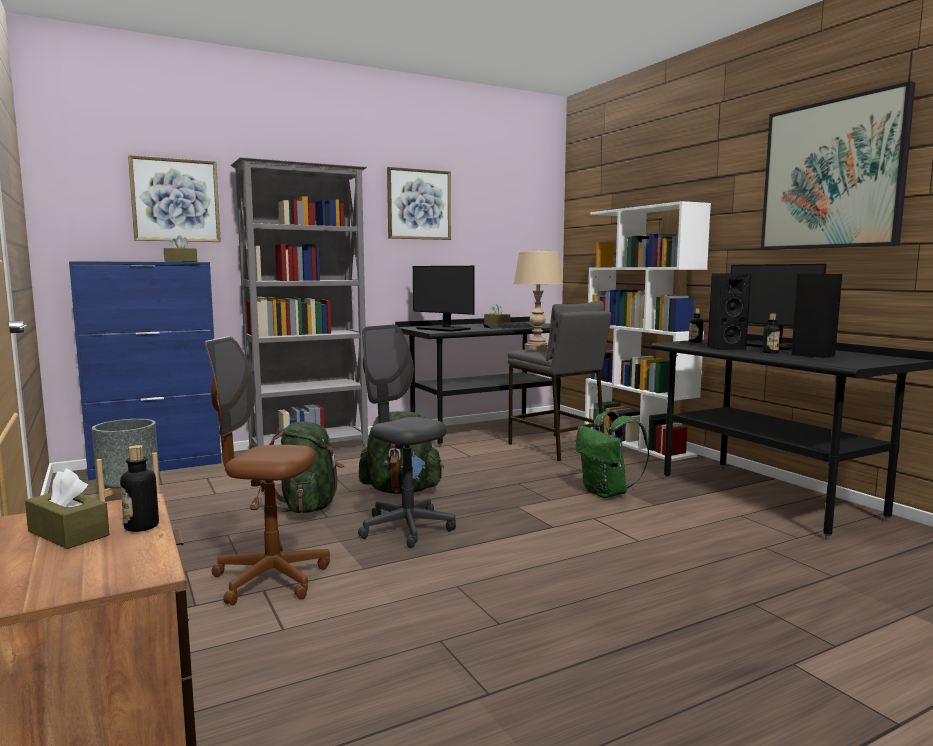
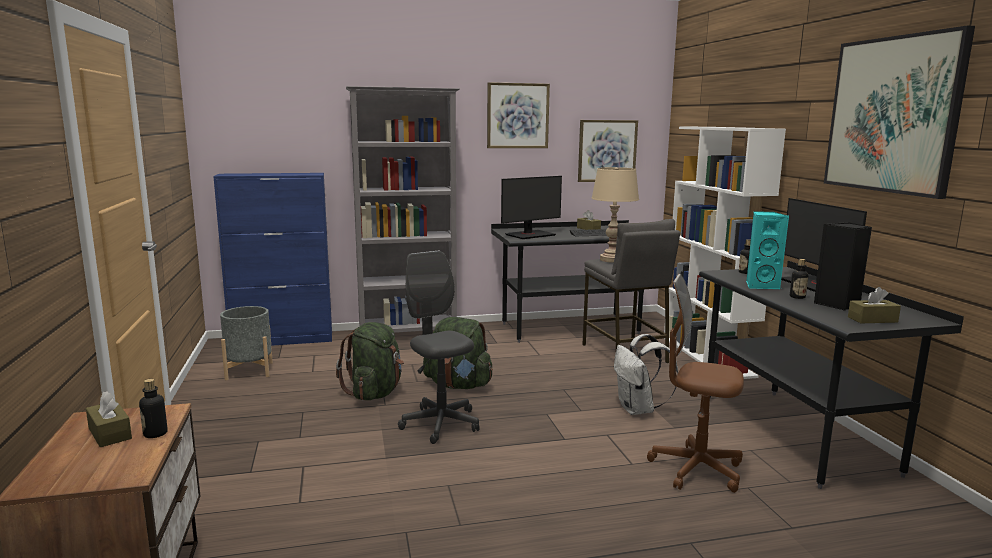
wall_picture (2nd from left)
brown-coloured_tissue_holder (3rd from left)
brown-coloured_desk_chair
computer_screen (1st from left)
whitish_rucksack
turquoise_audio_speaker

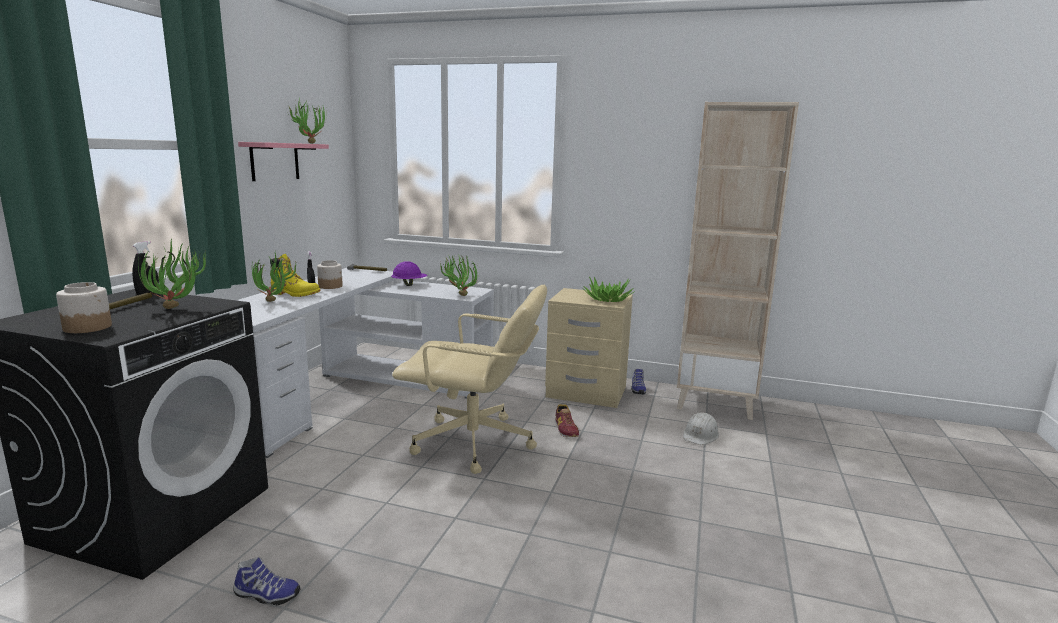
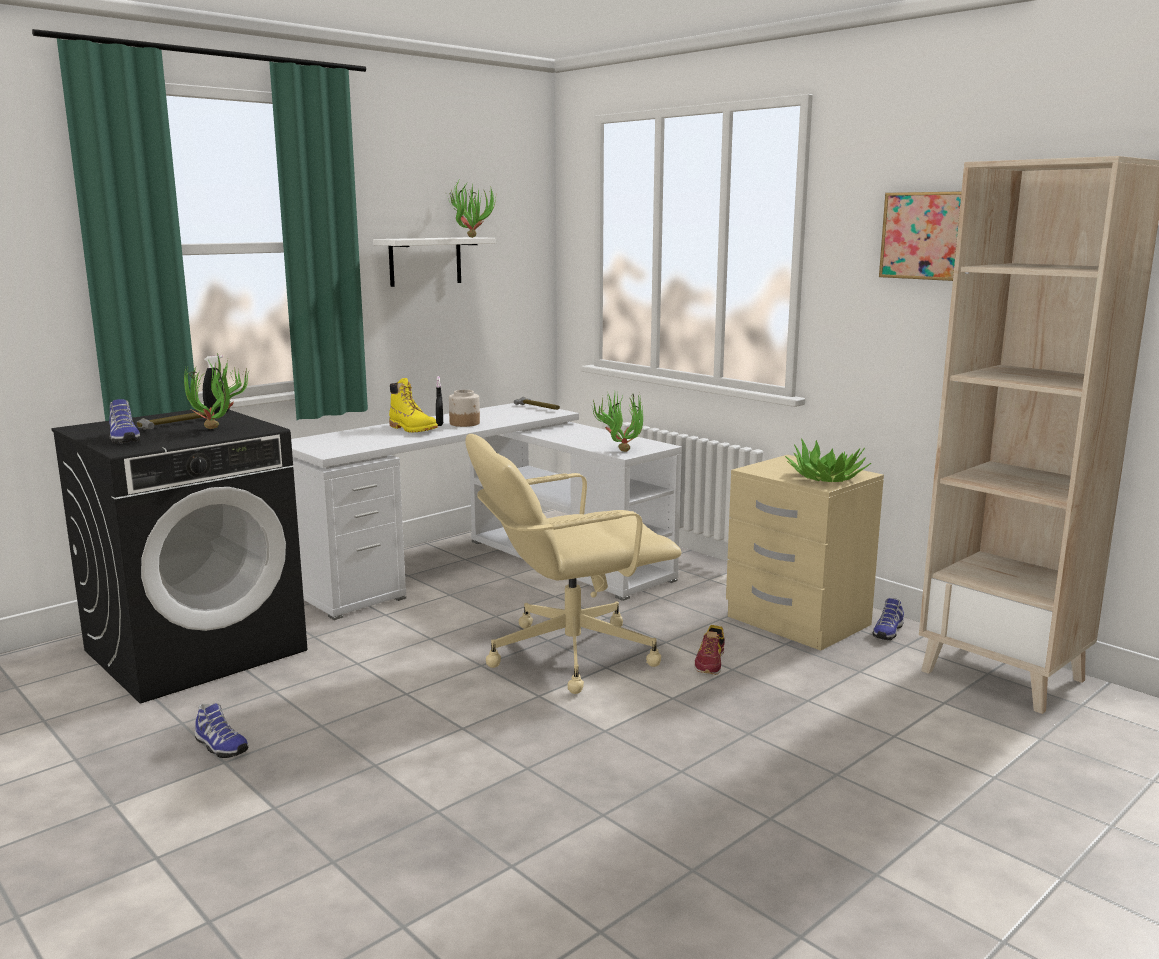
item_of_footwear (1st from left)
whitish_bracket_shelf
plant_in_a_pot (2nd from left in the first image)
purplish_safety_helmet
beige_desk_chair
whitish_safety_helmet
wall_picture

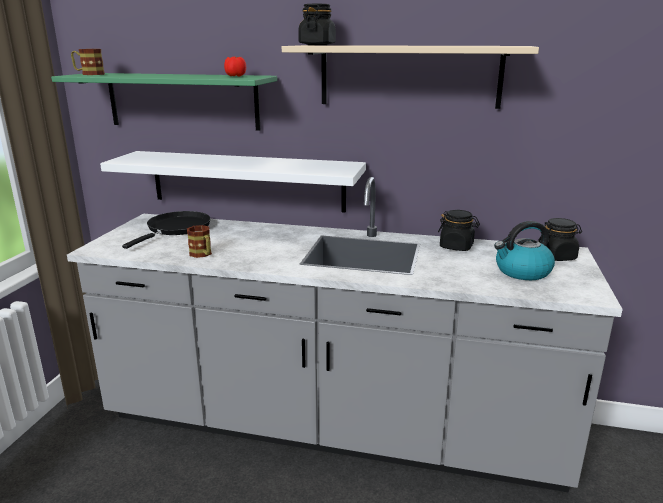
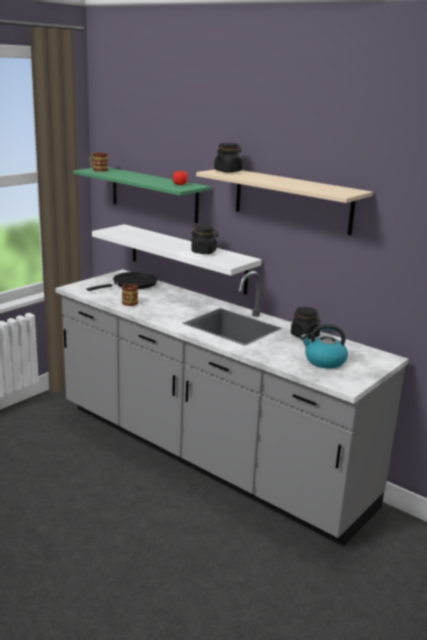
blackish_storage_jar (1st from left)

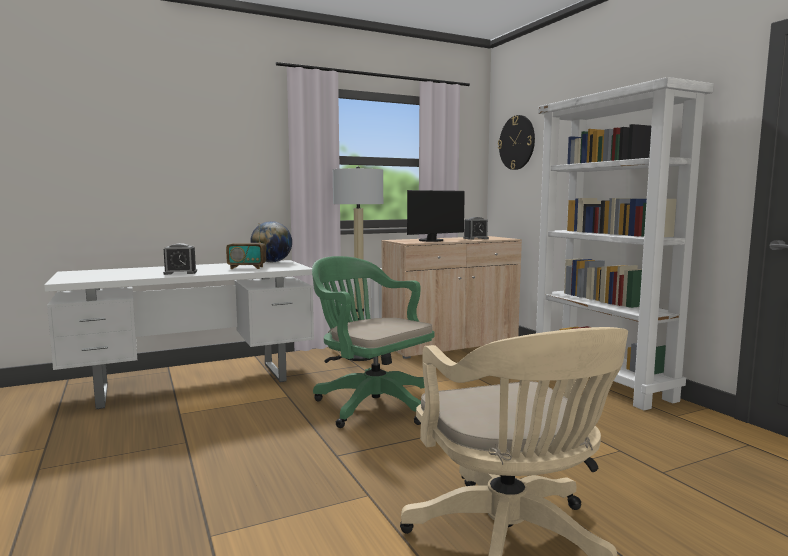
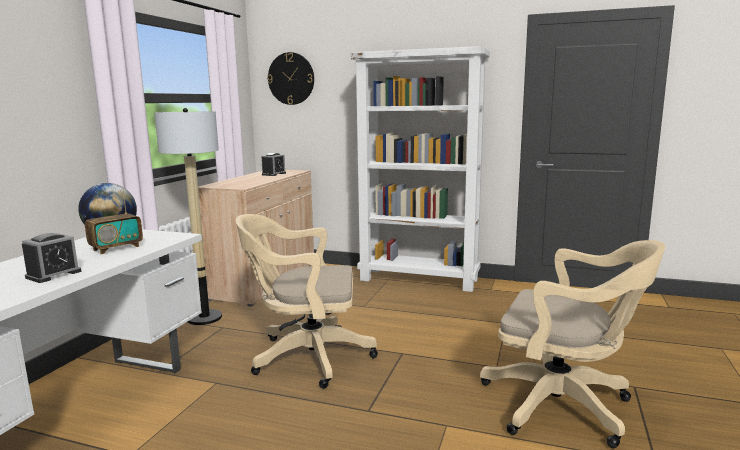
beige_desk_chair (1st from left)
computer_screen

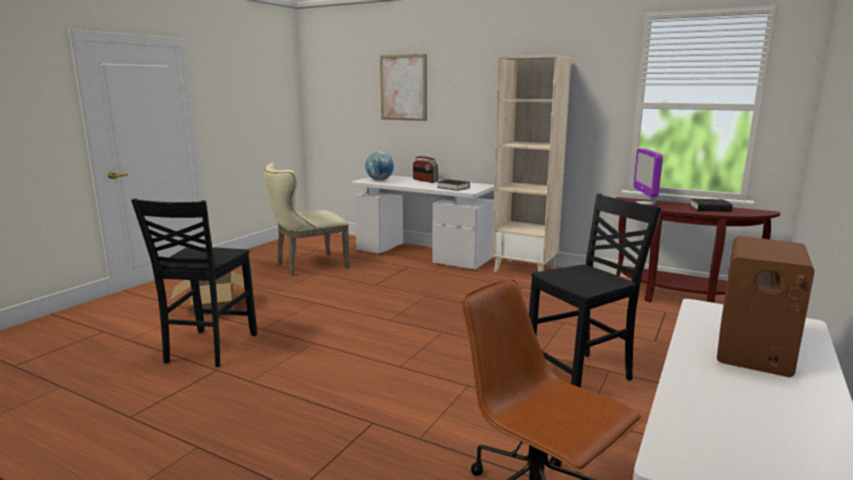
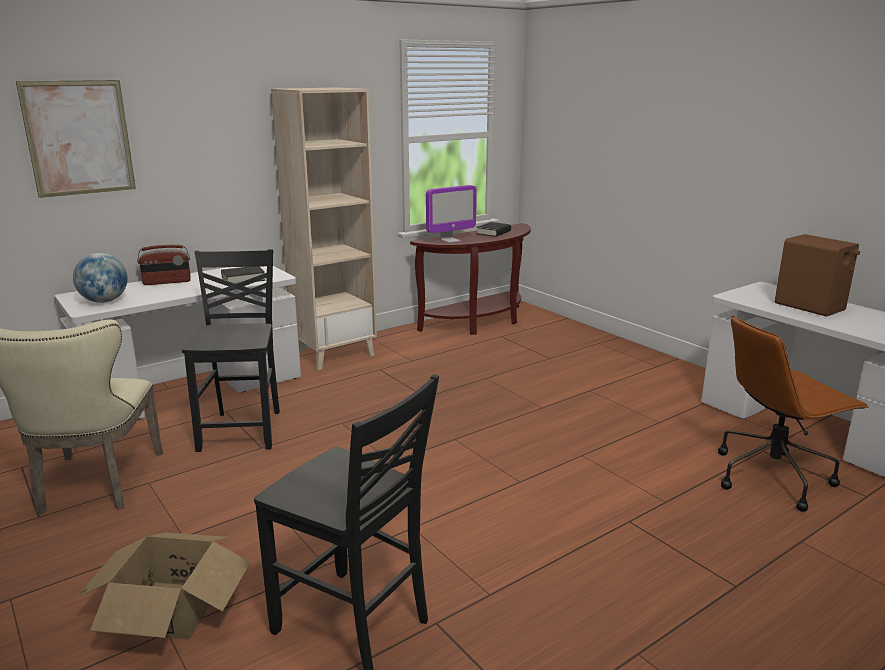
blackish_chair (1st from left)
computer_screen

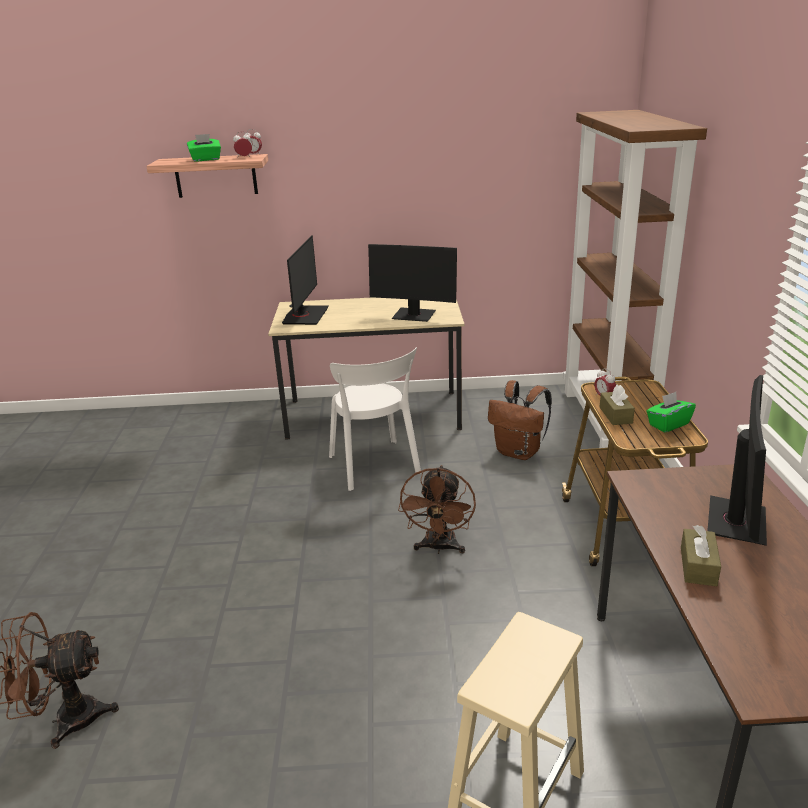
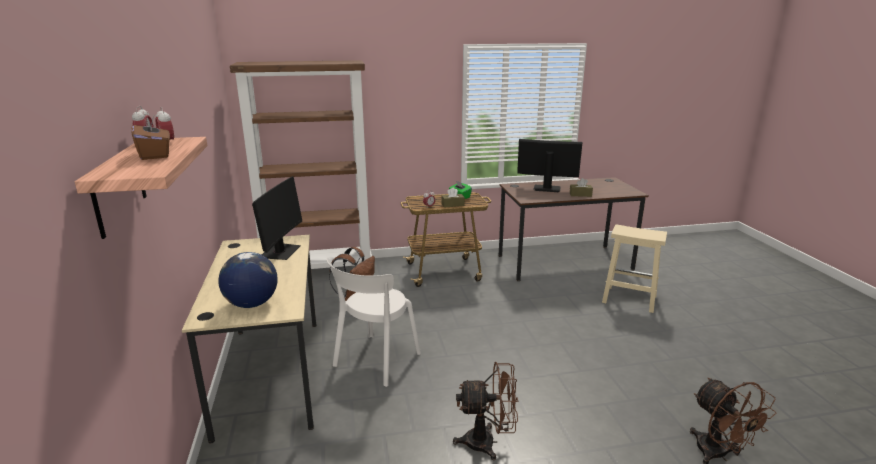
brown-coloured_tissue_holder (1st from left)
world_globe
whitish_chair
brown-coloured_cooling_fan (1st from left)

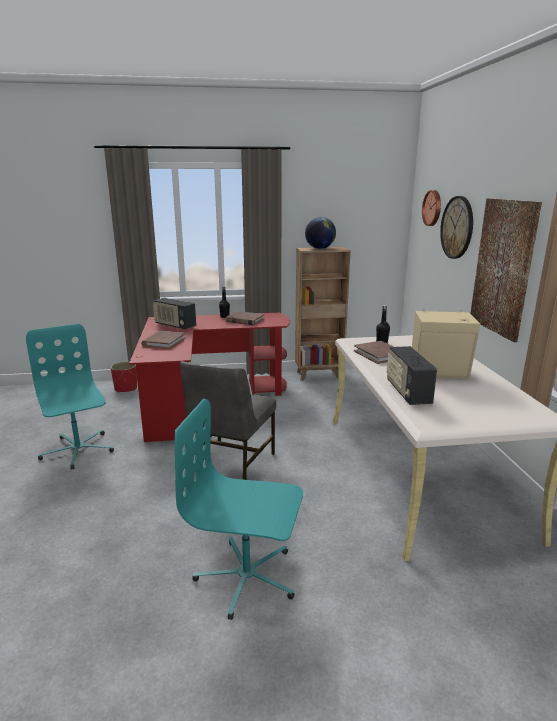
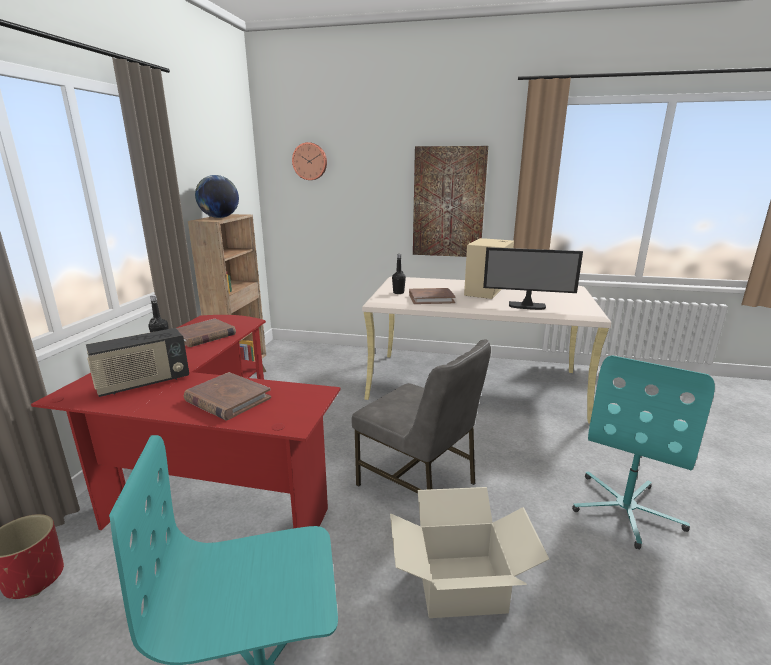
computer_screen
wall_clock (2nd from left in the first image)
cardboard_box

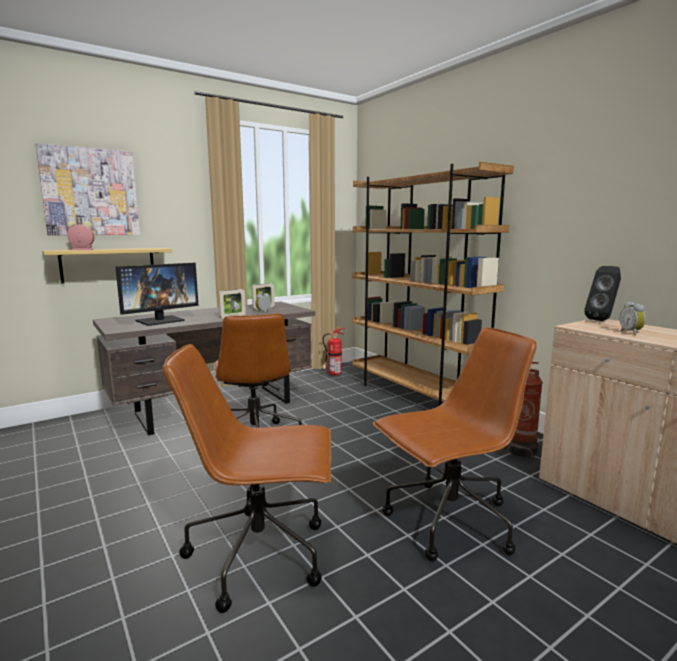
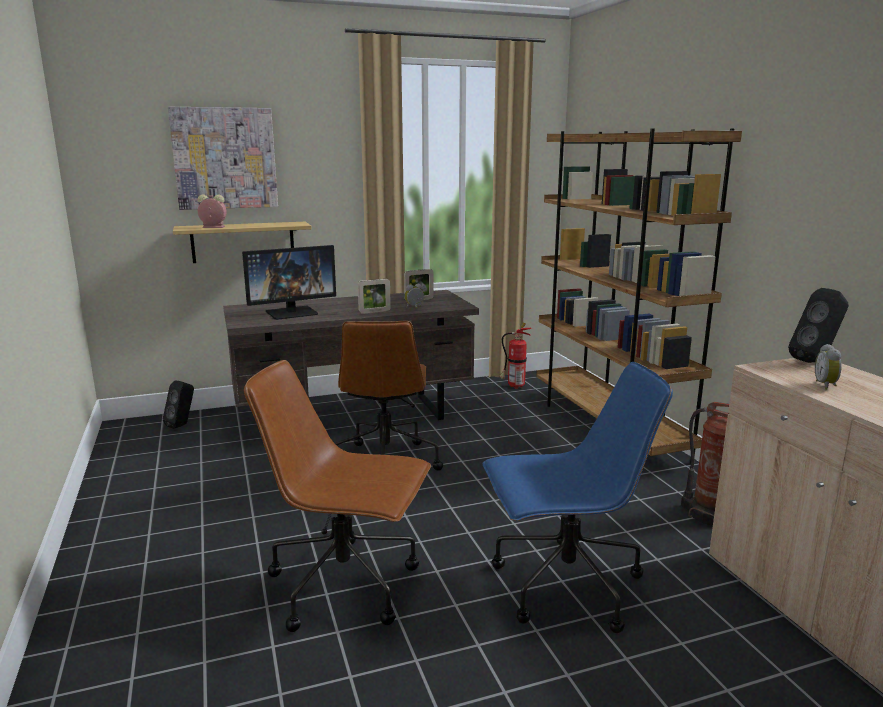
blue_desk_chair
blackish_audio_speaker (1st from left)

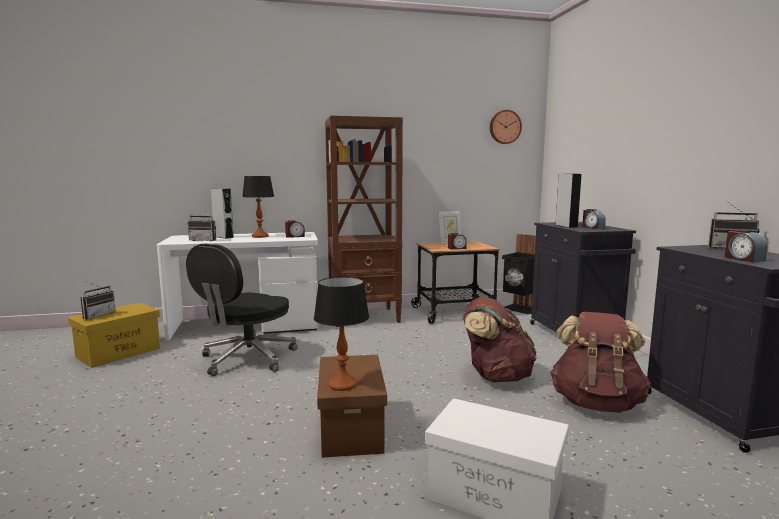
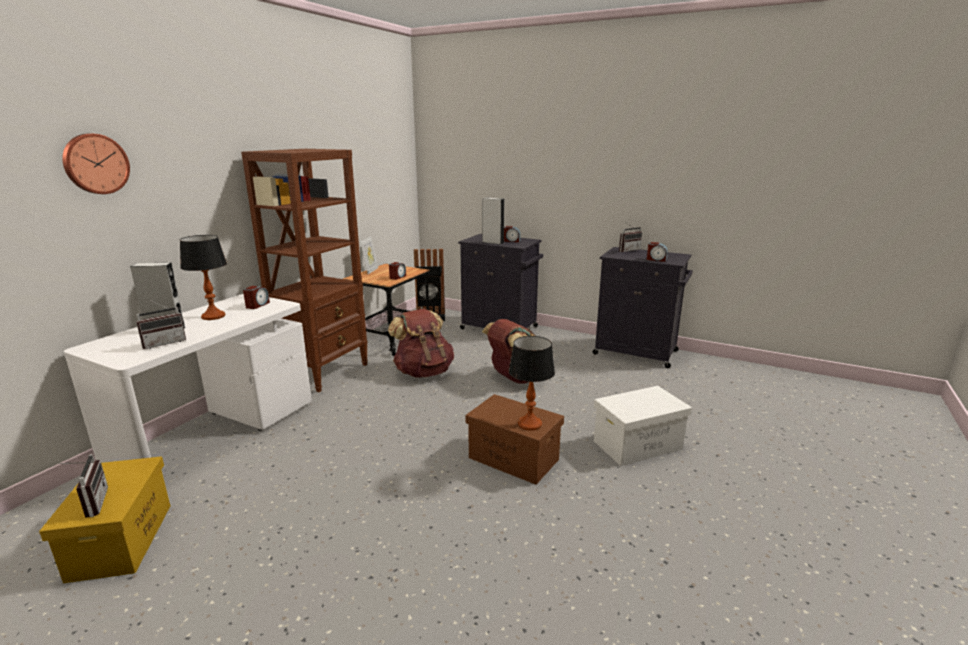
blackish_desk_chair
wall_clock
brown-coloured_rucksack (1st from left)

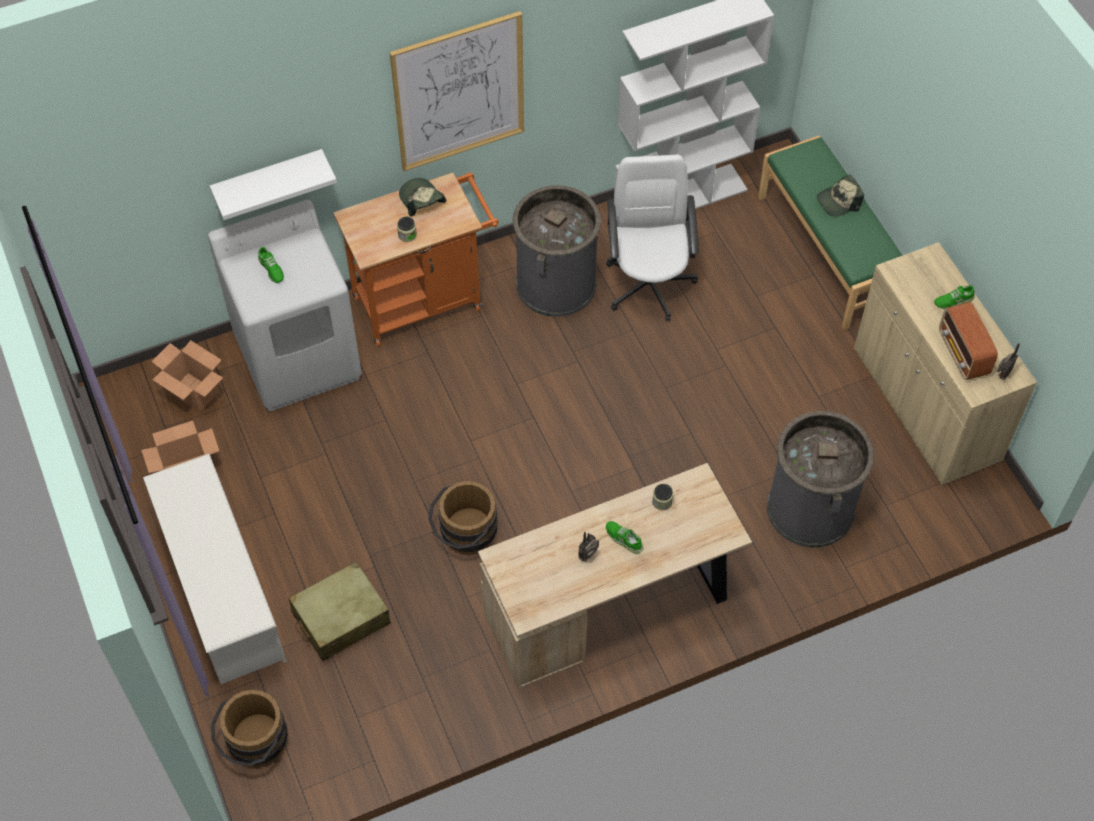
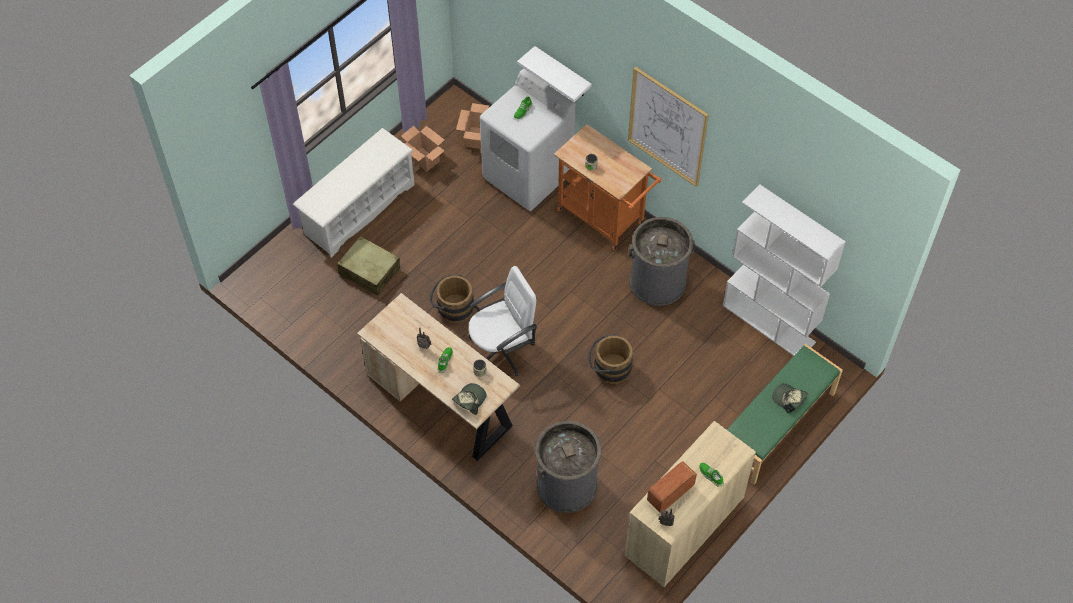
brown-coloured_pail (2nd from left)
peaked_cap (1st from left)
whitish_desk_chair

